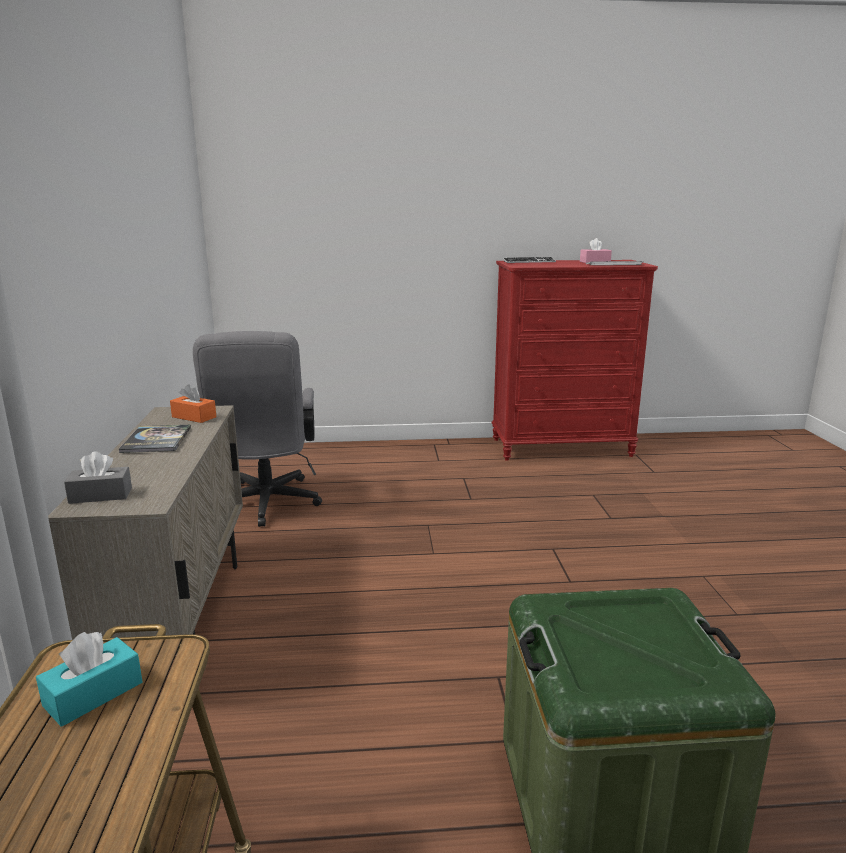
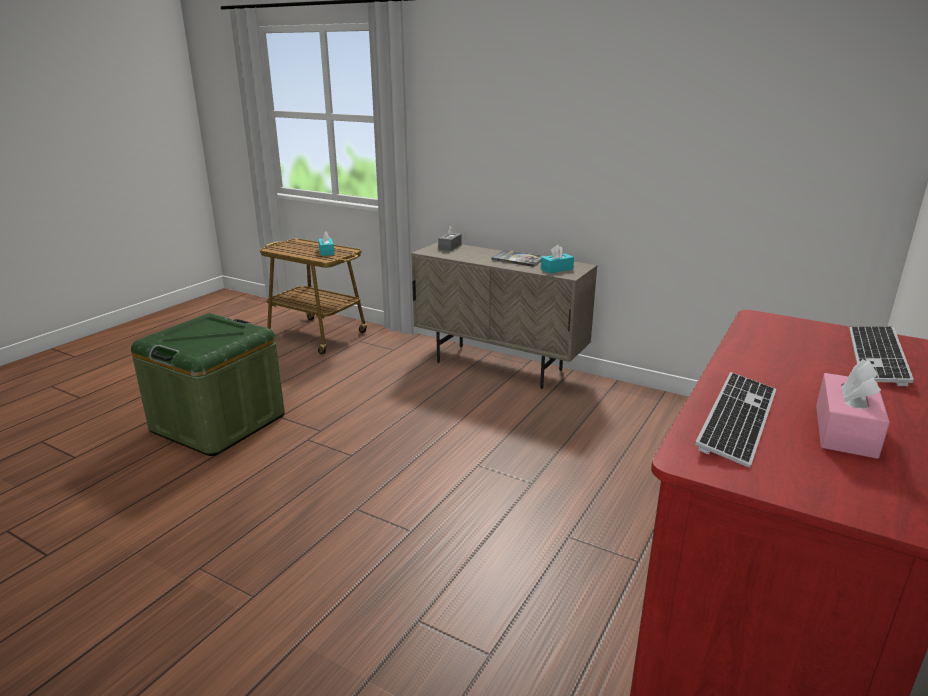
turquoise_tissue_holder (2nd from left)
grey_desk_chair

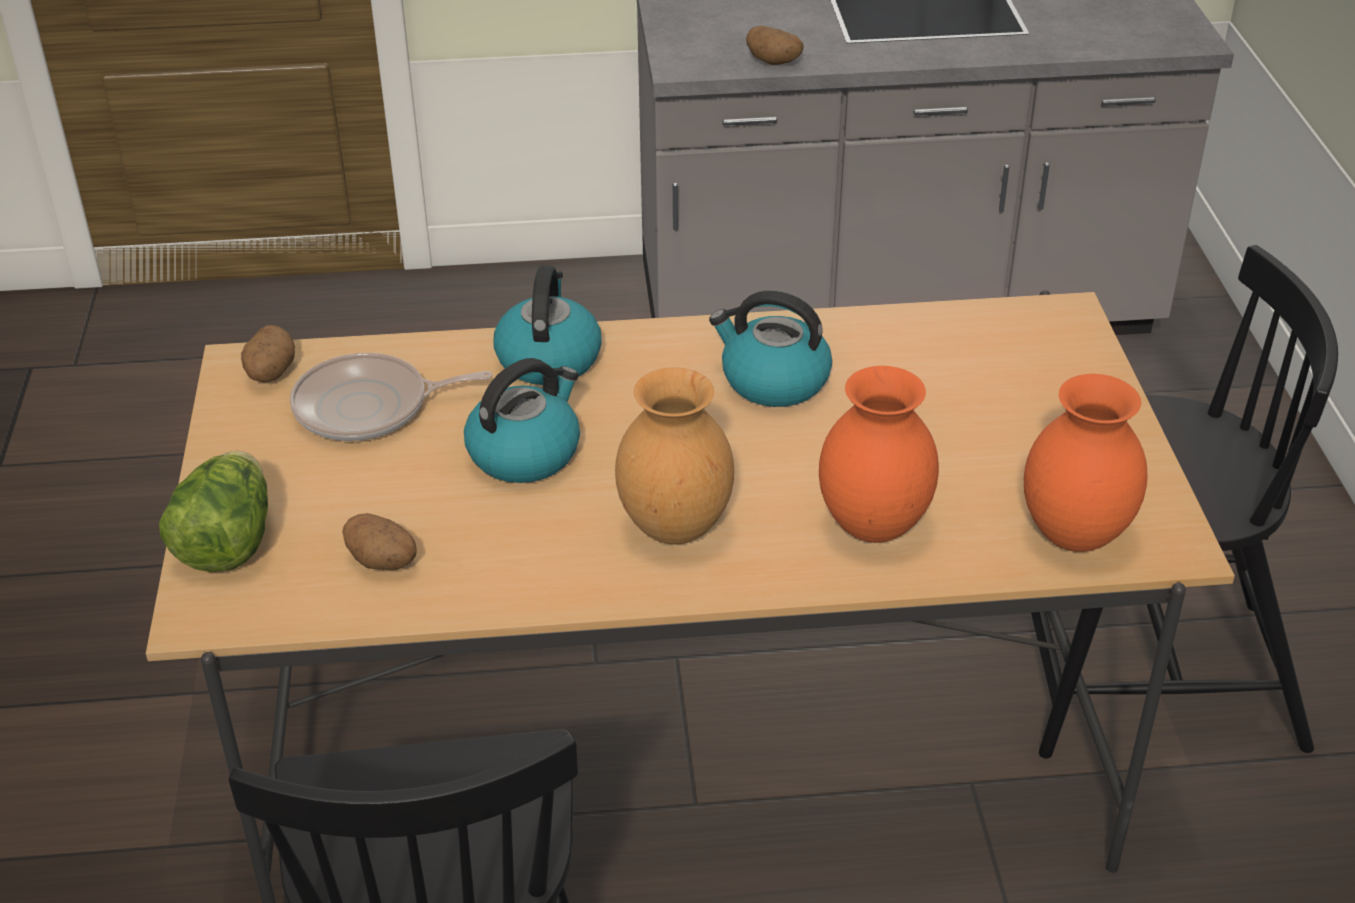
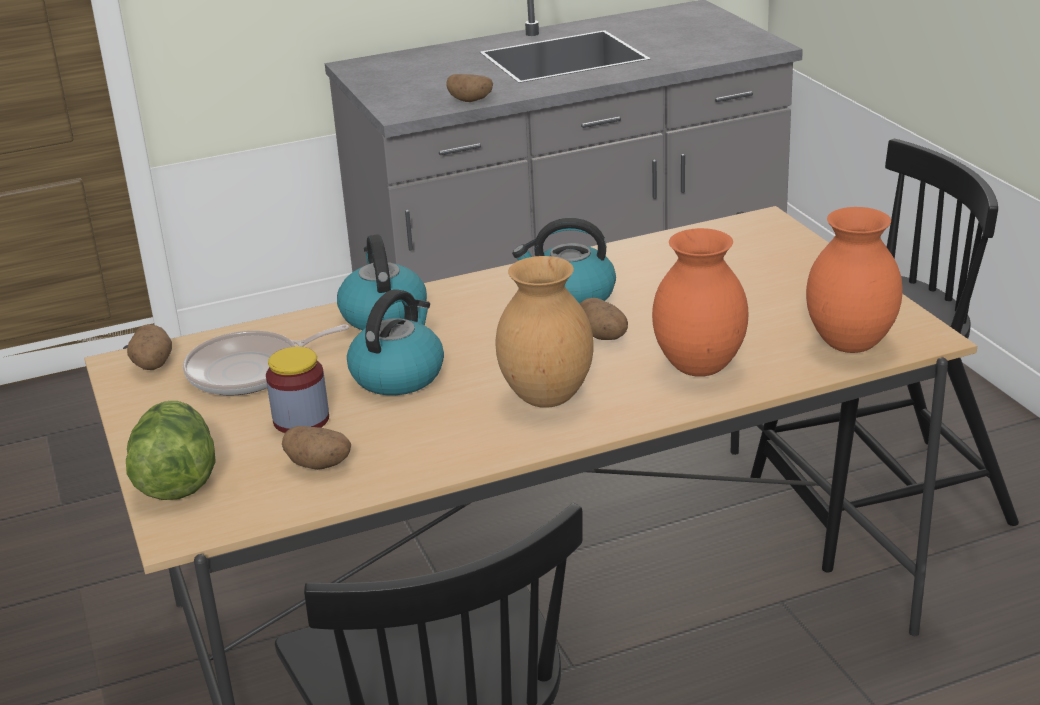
storage_jar
whole_potato (4th from left)

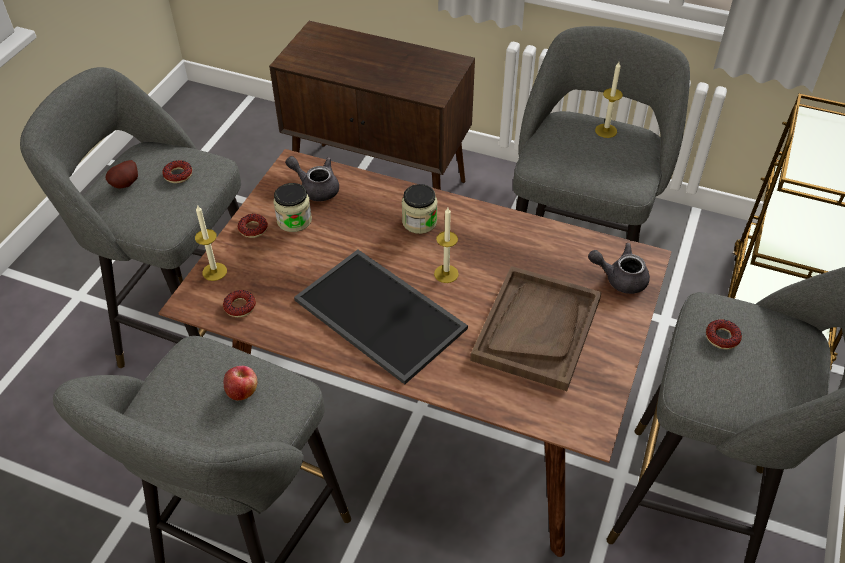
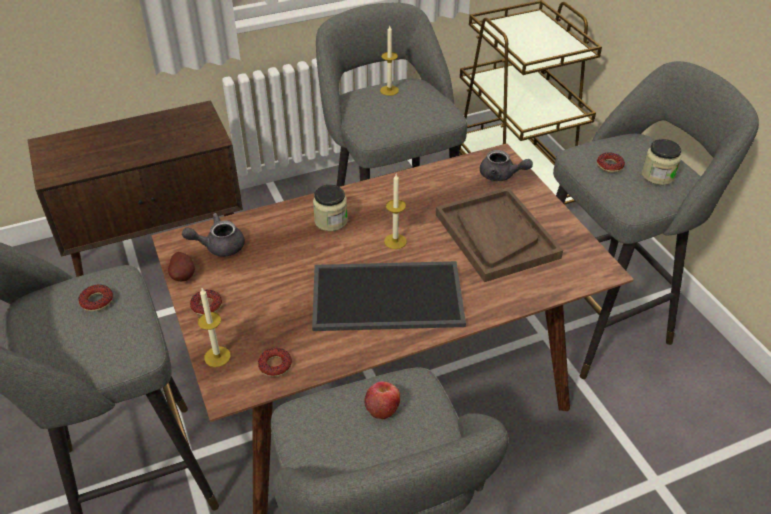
whole_potato
storage_jar (2nd from left)
grey_teapot (2nd from left)

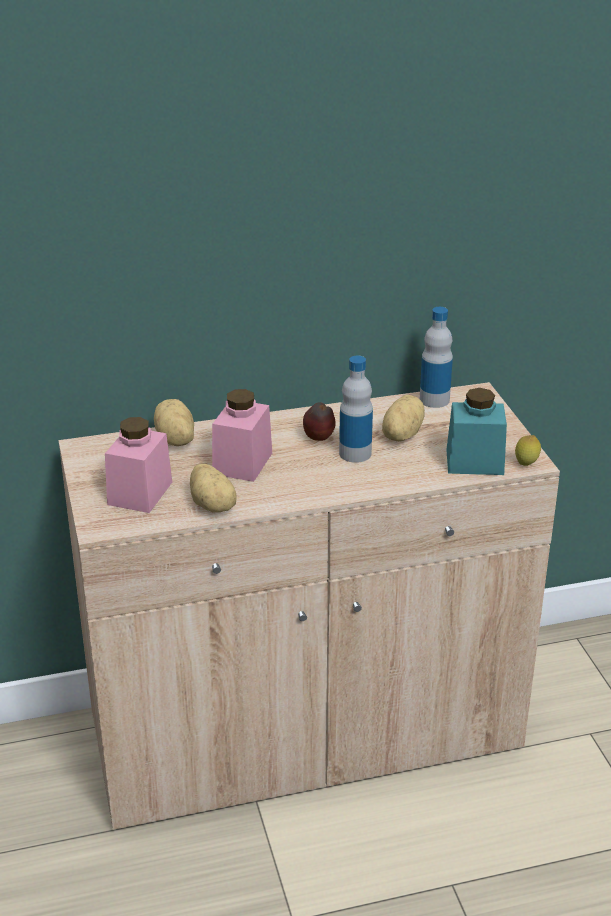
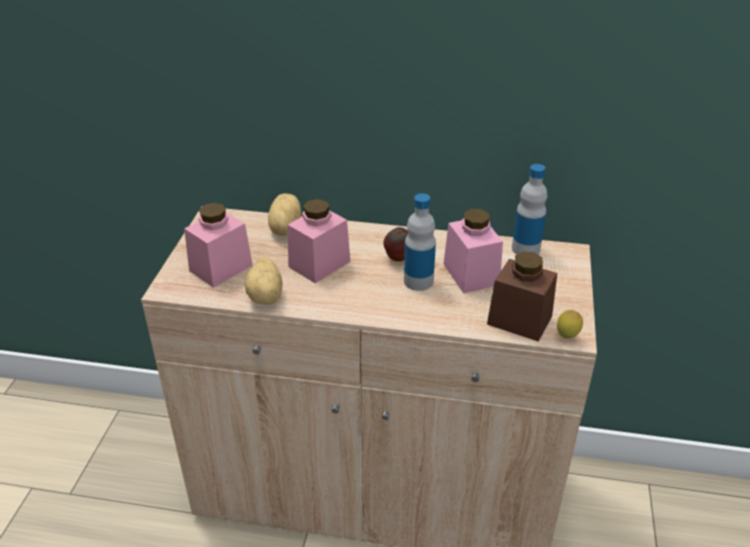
pink-coloured_storage_jar (3rd from left)
brown-coloured_storage_jar

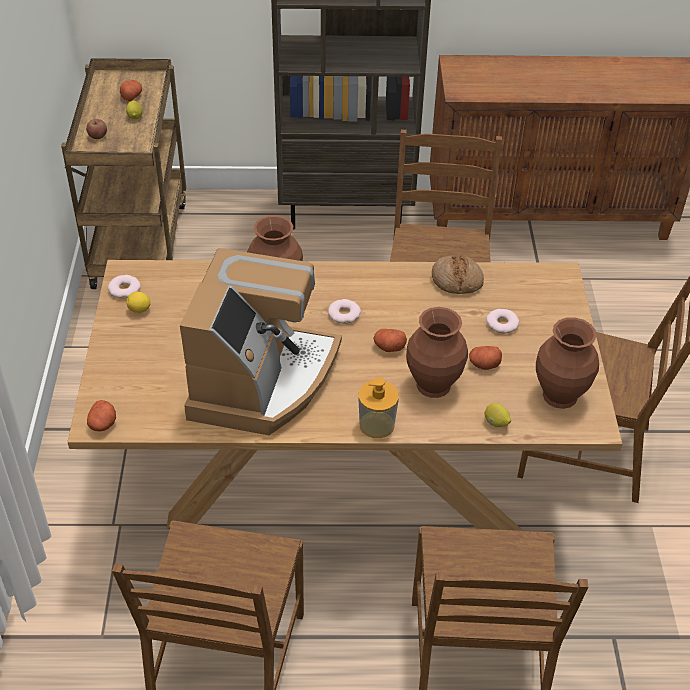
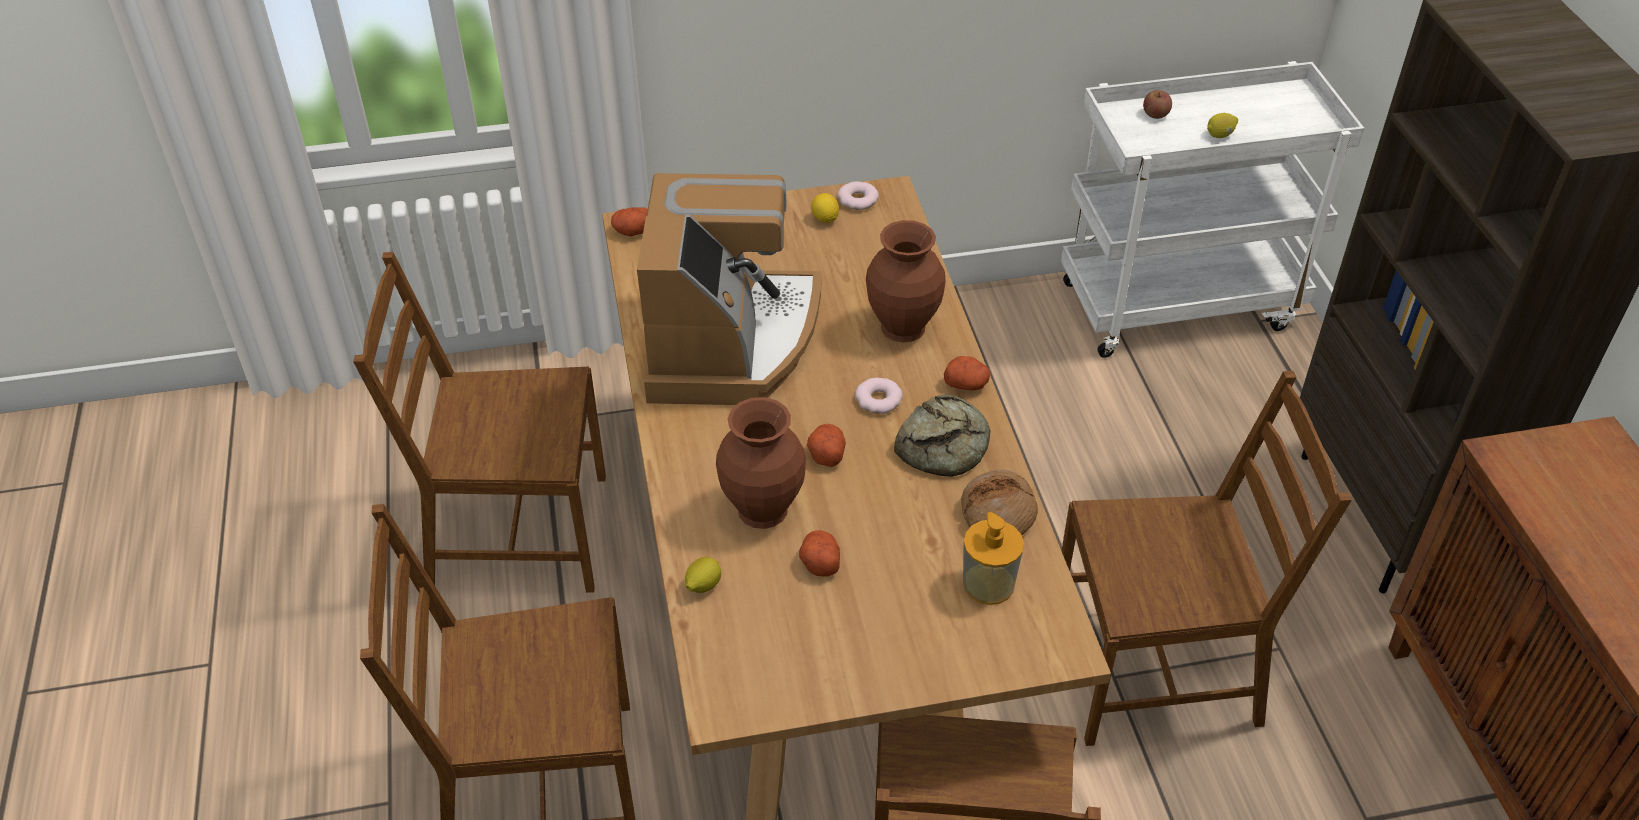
whitish_trolley
whole_potato (4th from left)
coffee_machine
liquid_soap_bottle
ring_doughnut (3rd from left in the first image)
brown-coloured_vase (3rd from left in the first image)
bakery_bread (1st from left)

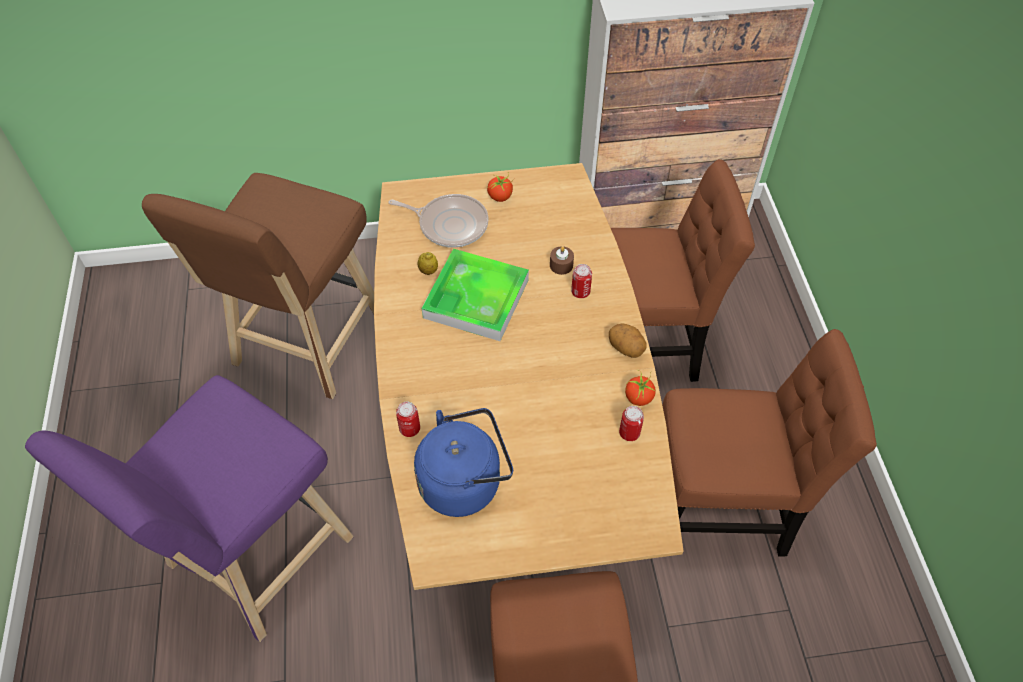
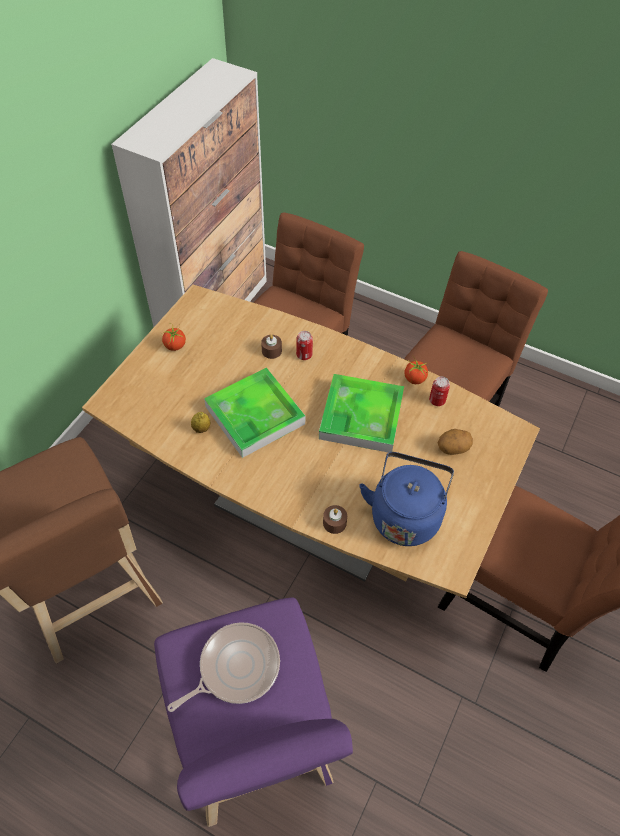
pan
brown-coloured_wax_light (2nd from left)
whole_potato
tray (2nd from left)

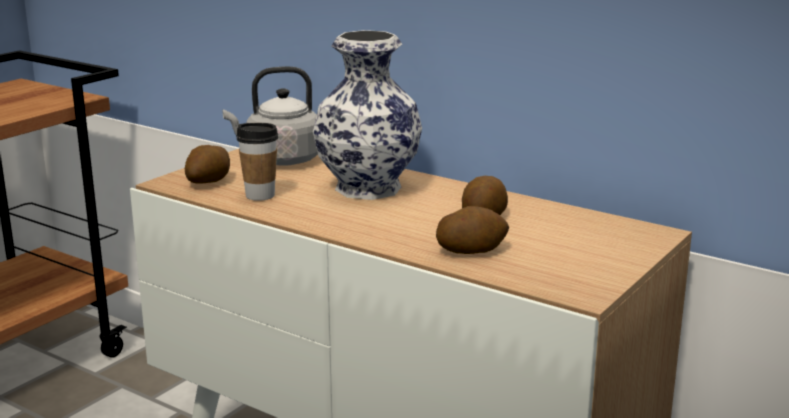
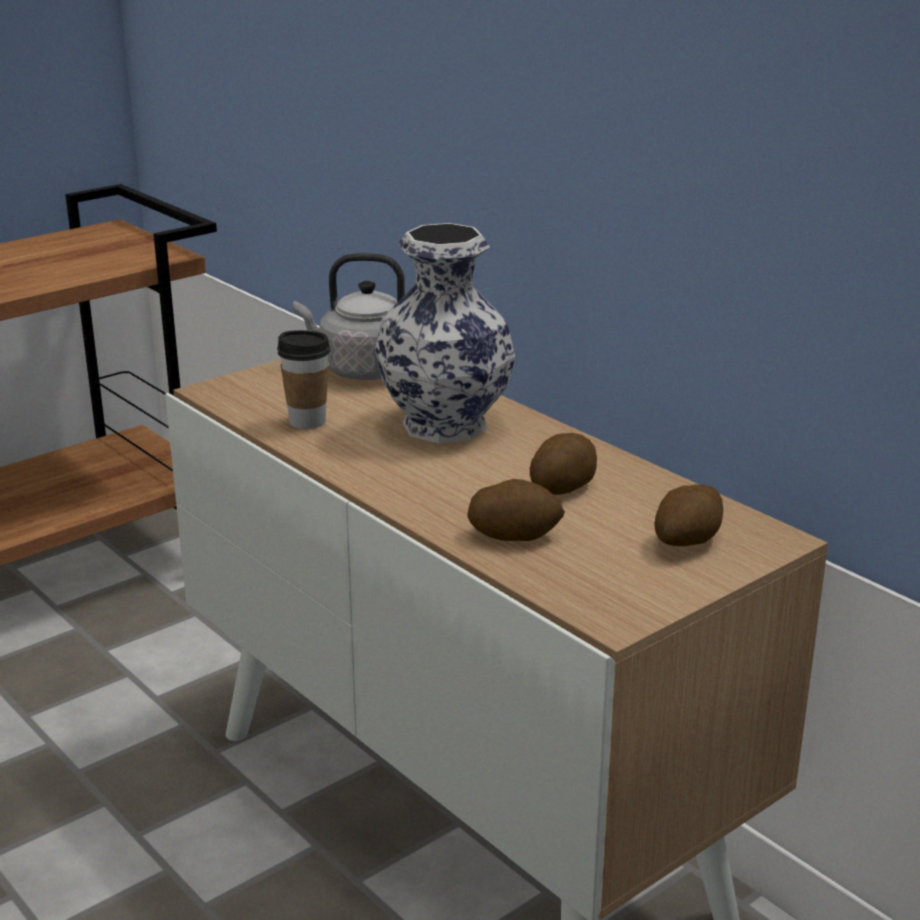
whole_potato (3rd from left)

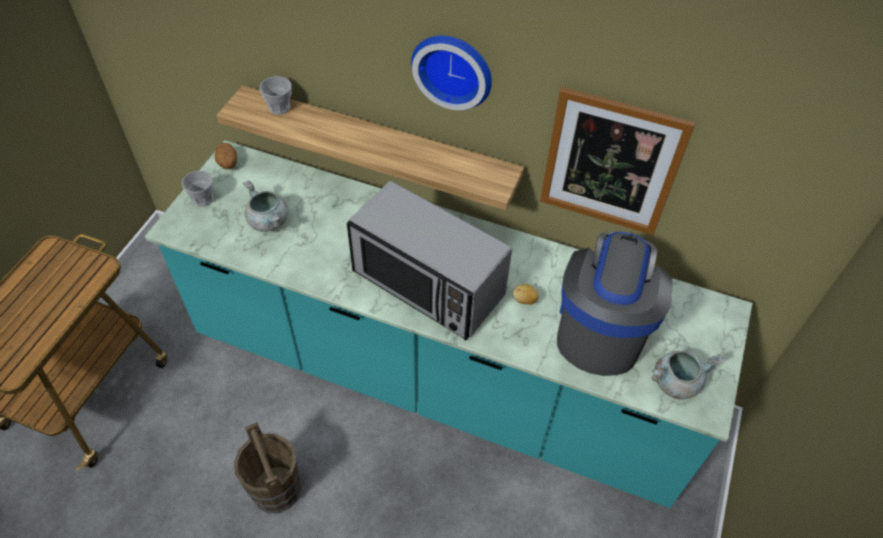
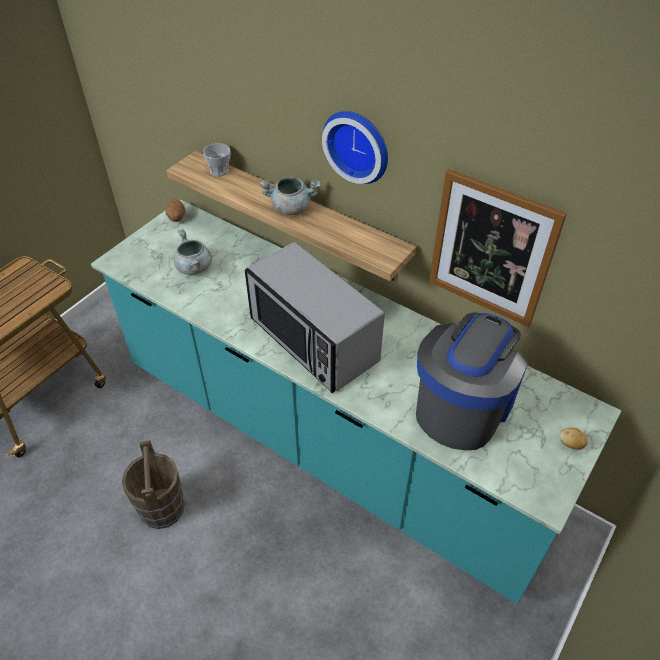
drinking_cup (1st from left in the first image)
whole_potato (2nd from left)
grey_cooking_pot (2nd from left)

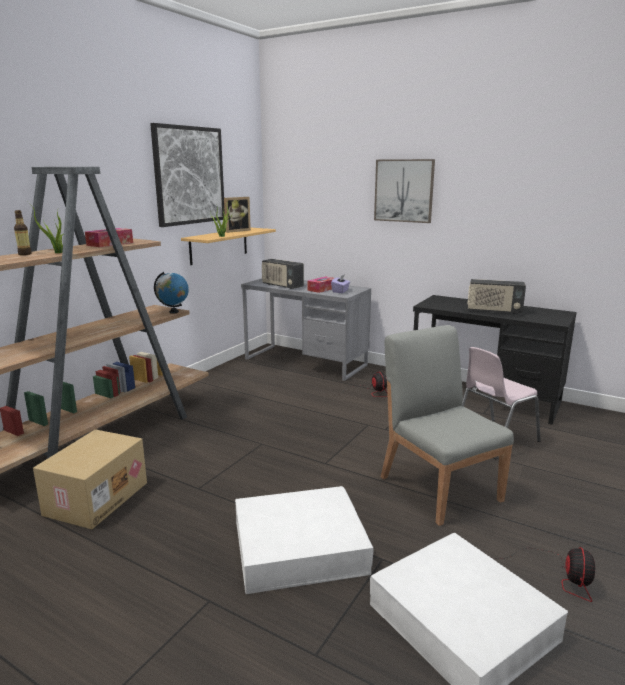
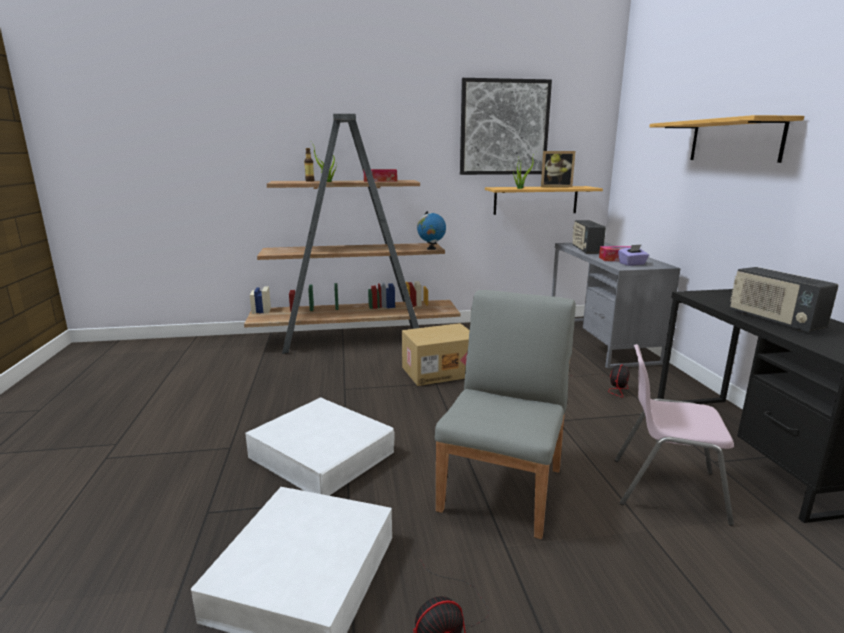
cardboard_box
bracket_shelf (2nd from left)

